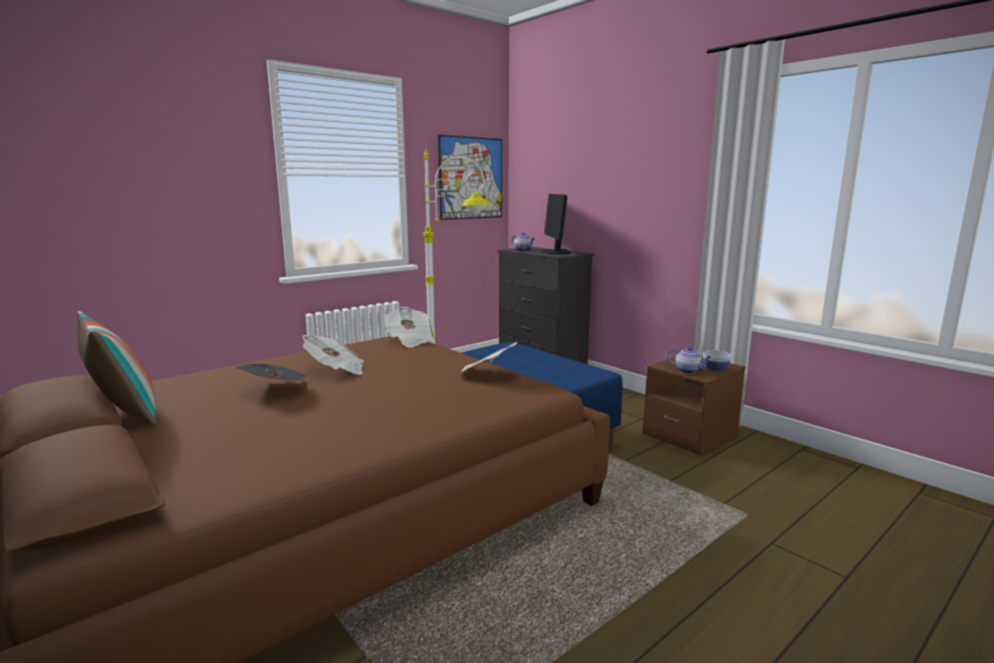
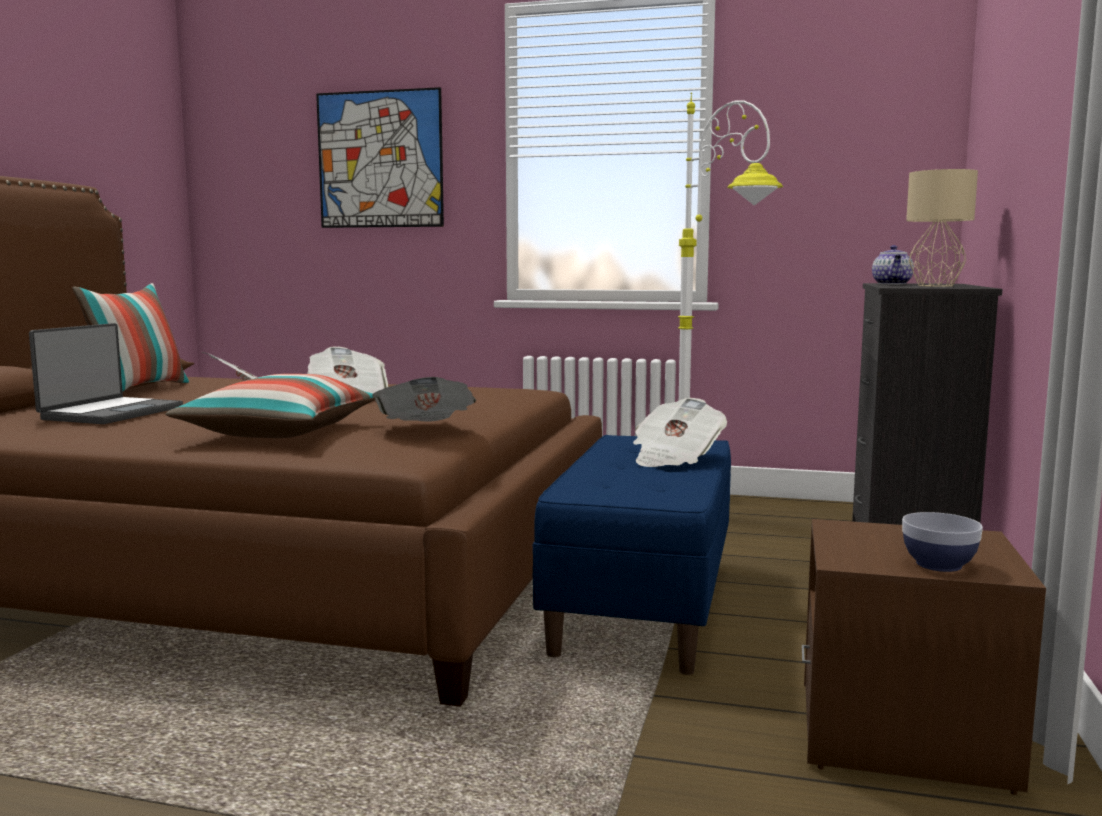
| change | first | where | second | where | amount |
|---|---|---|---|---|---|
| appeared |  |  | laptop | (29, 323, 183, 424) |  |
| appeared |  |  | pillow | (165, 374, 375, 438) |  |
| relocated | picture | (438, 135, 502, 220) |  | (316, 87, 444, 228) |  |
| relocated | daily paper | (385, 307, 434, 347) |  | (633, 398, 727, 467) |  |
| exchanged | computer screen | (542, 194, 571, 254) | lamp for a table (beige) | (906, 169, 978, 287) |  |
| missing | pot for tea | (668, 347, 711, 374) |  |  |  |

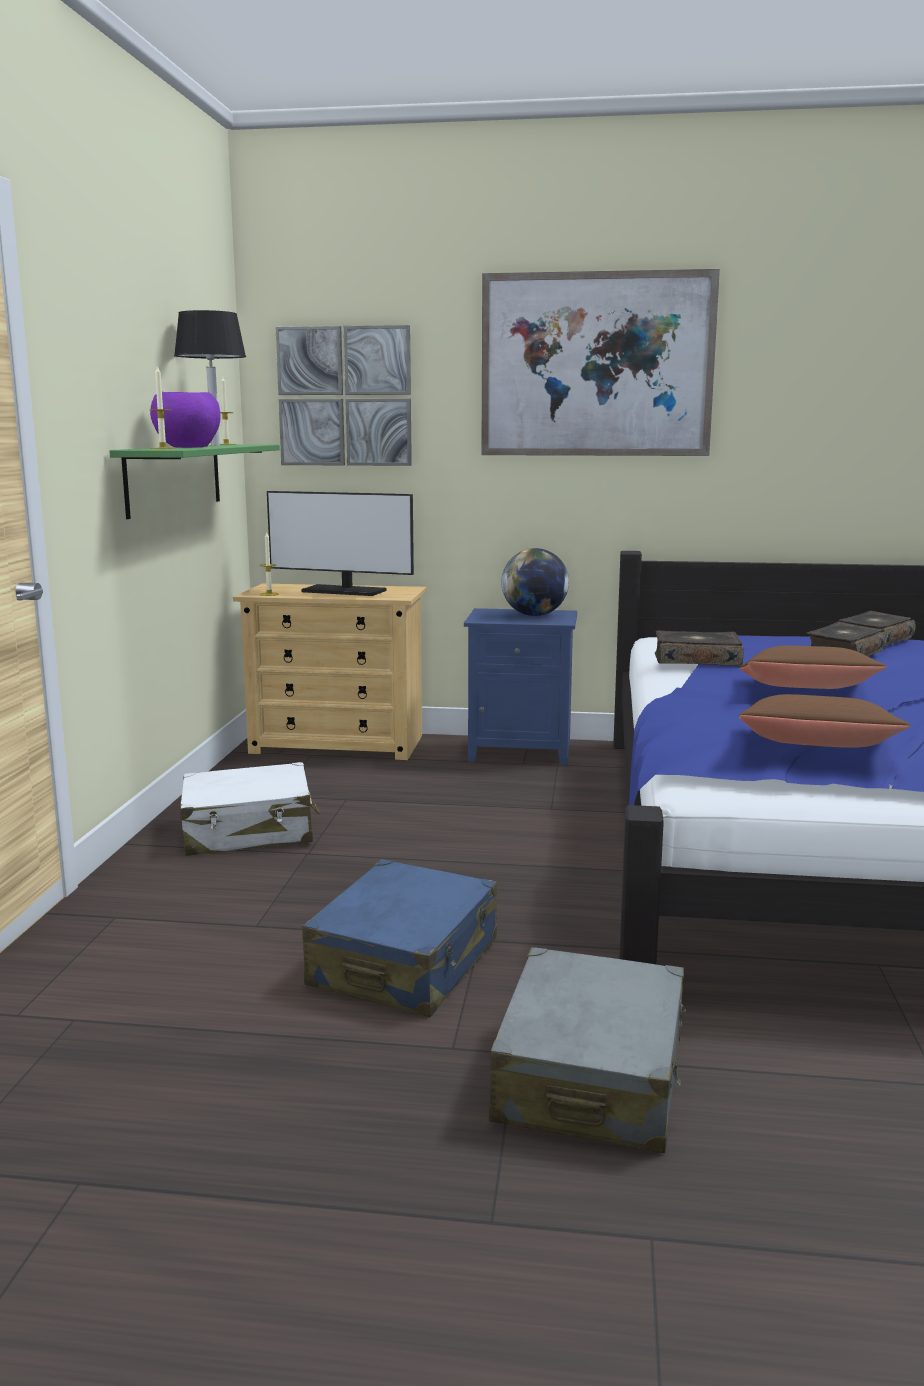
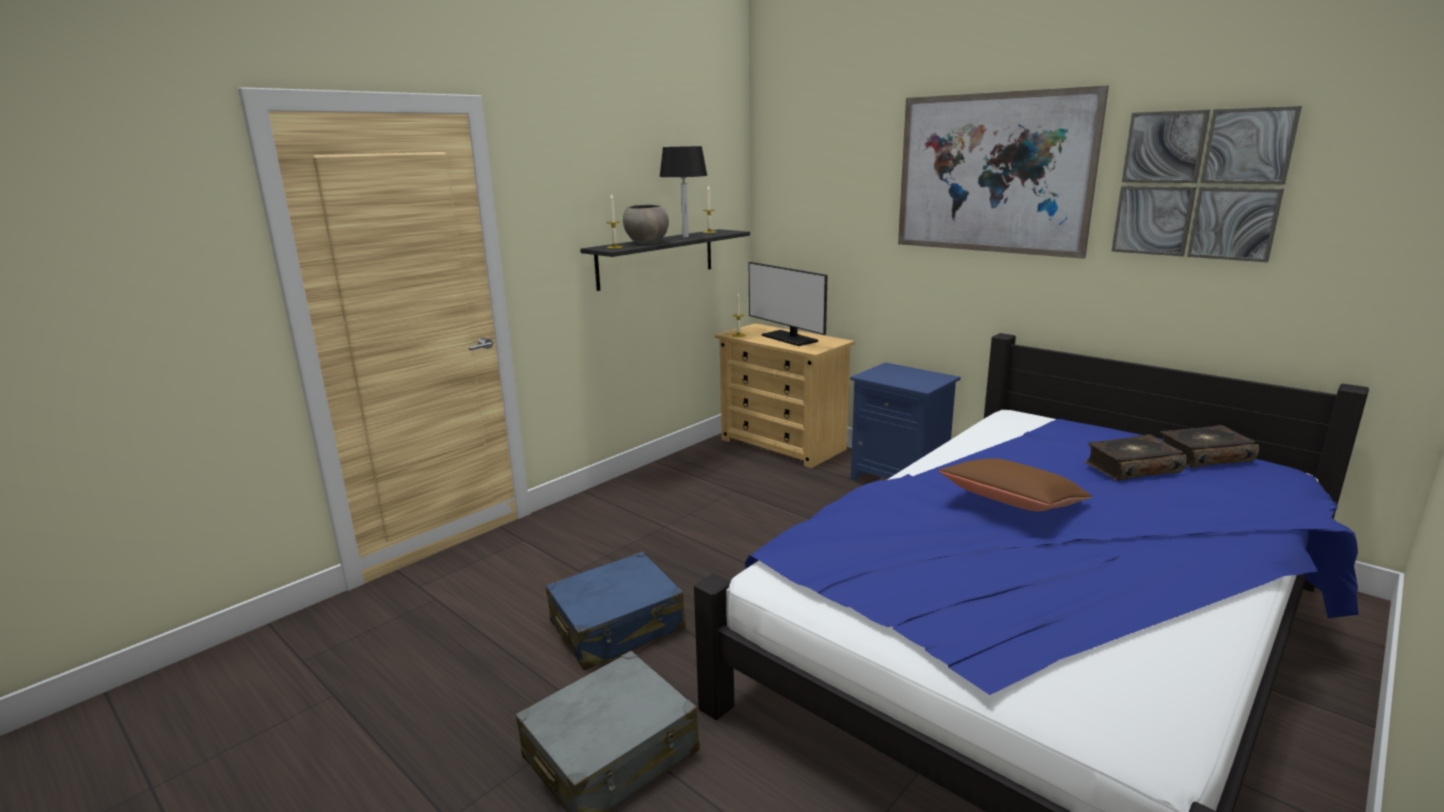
| change | first | where | second | where | amount |
|---|---|---|---|---|---|
| colour | bracket shelf (green) | (109, 444, 280, 519) | bracket shelf (black) | (580, 229, 750, 291) |  |
| colour | bowl (purplish) | (150, 392, 221, 448) | bowl (greyish) | (623, 205, 669, 244) |  |
| relocated | picture | (276, 325, 412, 466) |  | (1111, 106, 1302, 262) |  |
| missing | travel case (white-coloured) | (180, 762, 320, 856) |  |  |  |
| missing | world globe | (501, 548, 569, 616) |  |  |  |
| missing | bound book | (654, 630, 744, 666) |  |  |  |
| missing | pillow (brown) | (739, 694, 910, 748) |  |  |  |

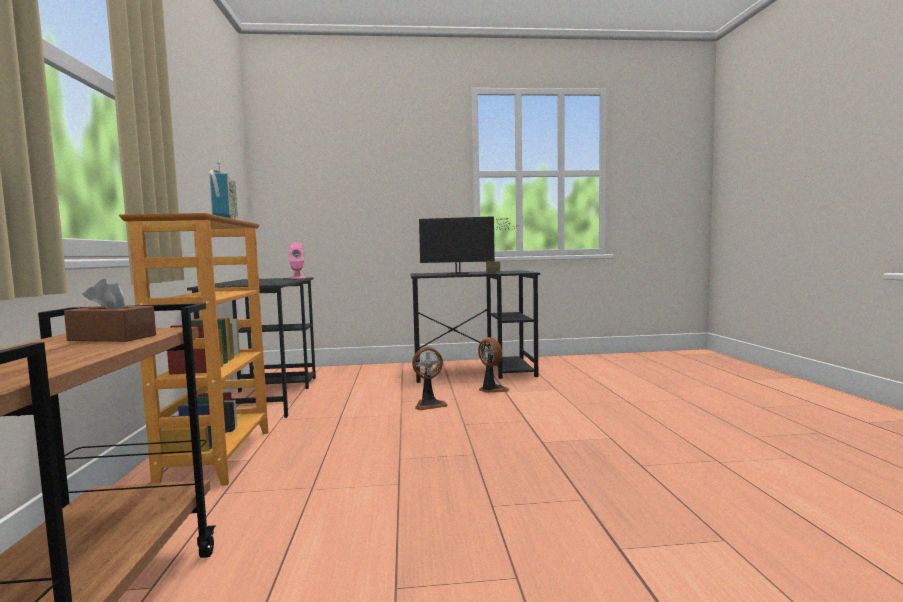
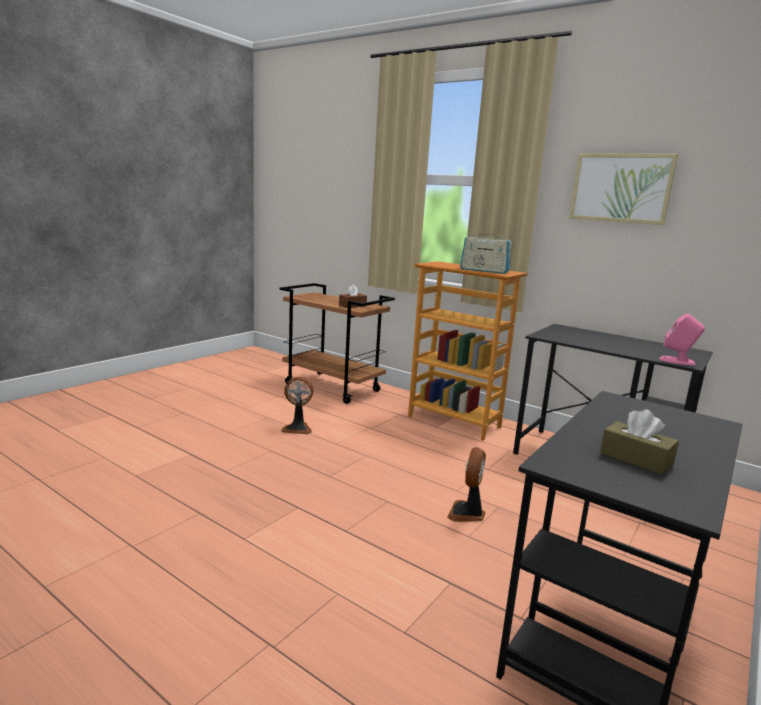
| change | first | where | second | where | amount |
|---|---|---|---|---|---|
| relocated | electric fan | (478, 337, 510, 393) |  | (281, 377, 313, 434) |  |
| appeared |  |  | picture | (569, 153, 678, 225) |  |
| missing | computer screen | (419, 216, 518, 275) |  |  |  |

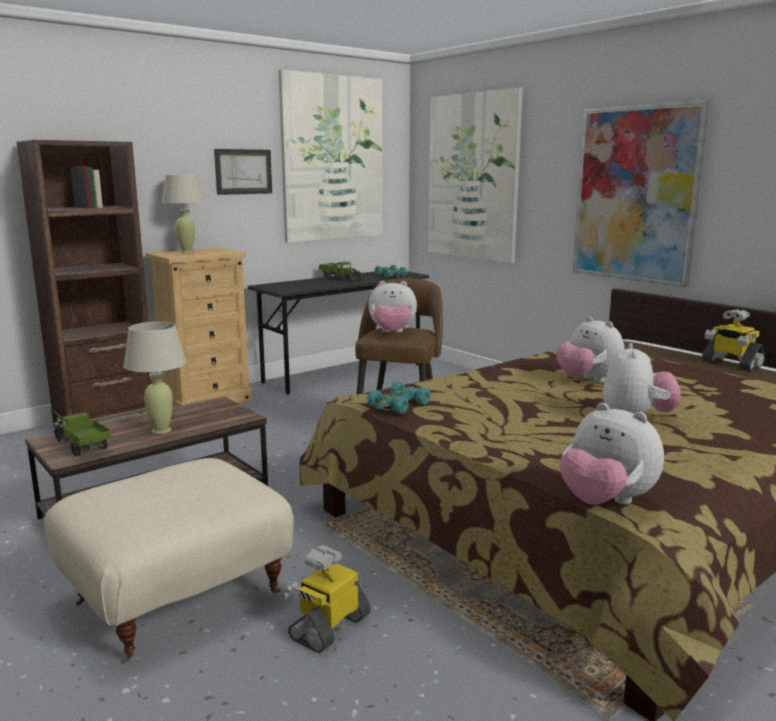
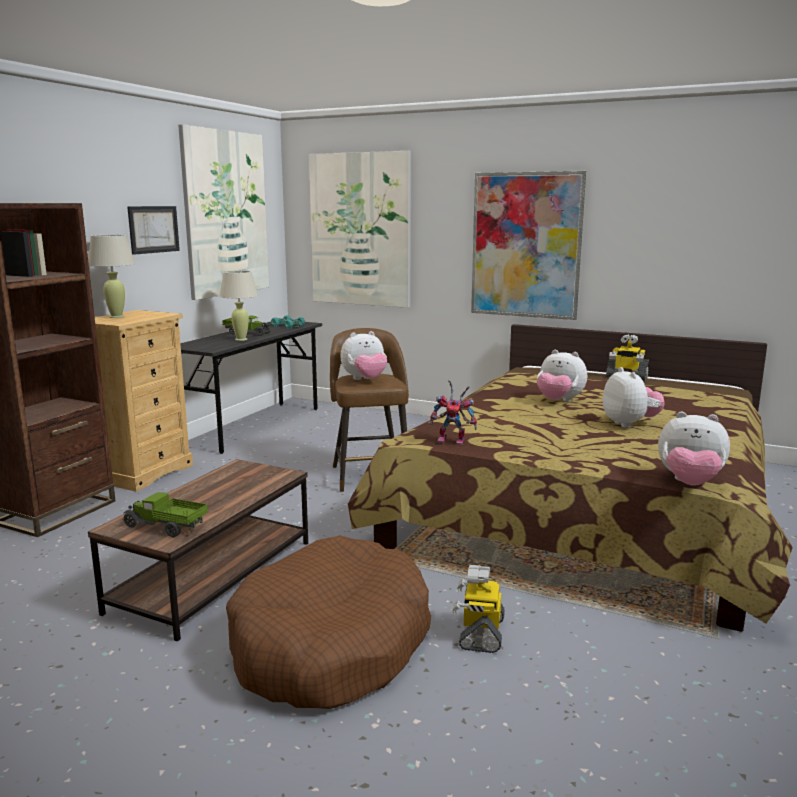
| change | first | where | second | where | amount |
|---|---|---|---|---|---|
| relocated | lamp for a table (beige) | (123, 322, 187, 434) |  | (219, 270, 258, 341) |  |
| exchanged | ottoman (beige) | (44, 458, 294, 663) | pet bed (brown) | (226, 536, 431, 709) |  |
| exchanged | model car (blue-green) | (367, 381, 431, 414) | model robot | (430, 380, 477, 445) |  |

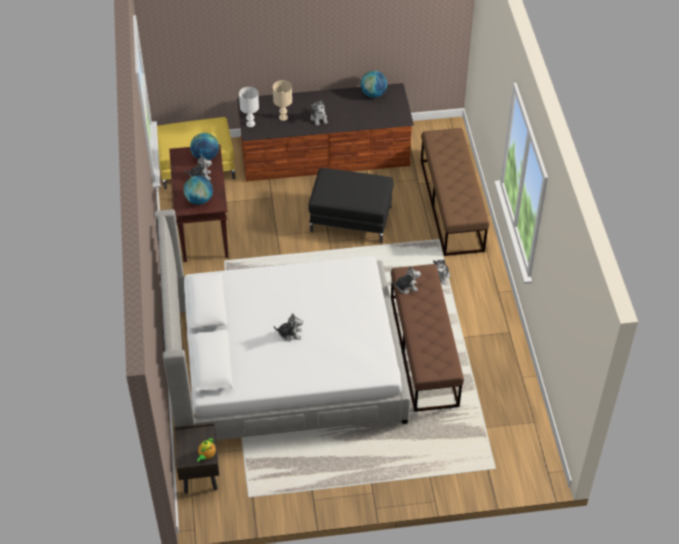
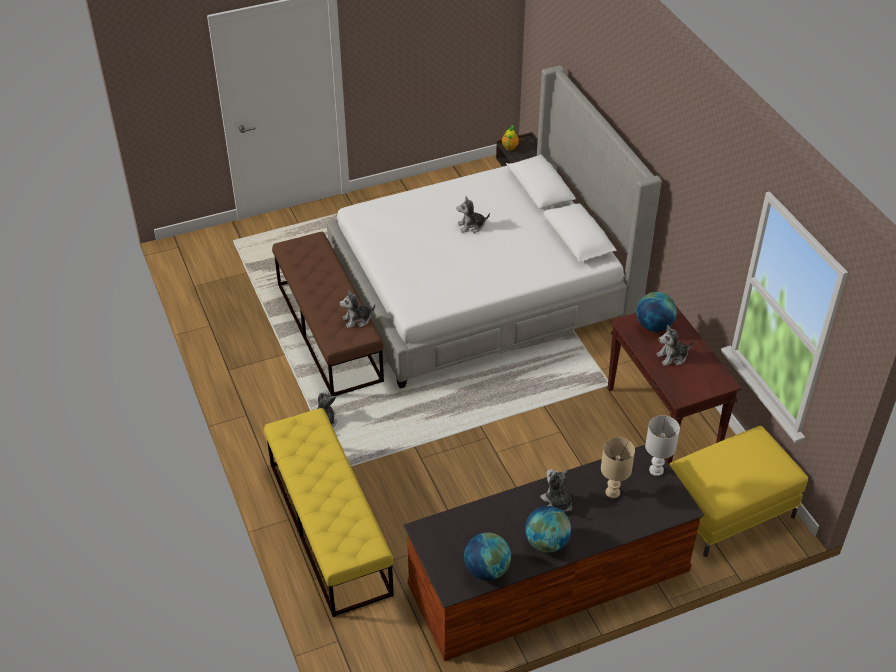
| change | first | where | second | where | amount |
|---|---|---|---|---|---|
| colour | indoor bench (brown) | (421, 128, 489, 256) | indoor bench (yellowish) | (264, 408, 394, 617) |  |
| relocated | world globe | (190, 133, 219, 160) |  | (525, 506, 571, 553) |  |
| missing | ottoman (black) | (308, 168, 394, 243) |  |  |  |

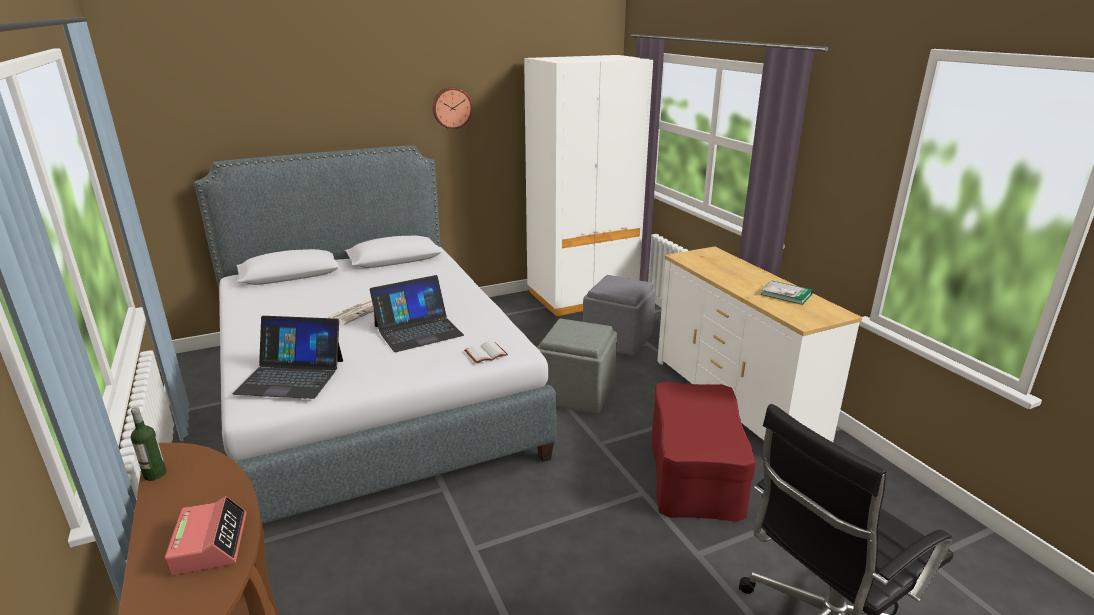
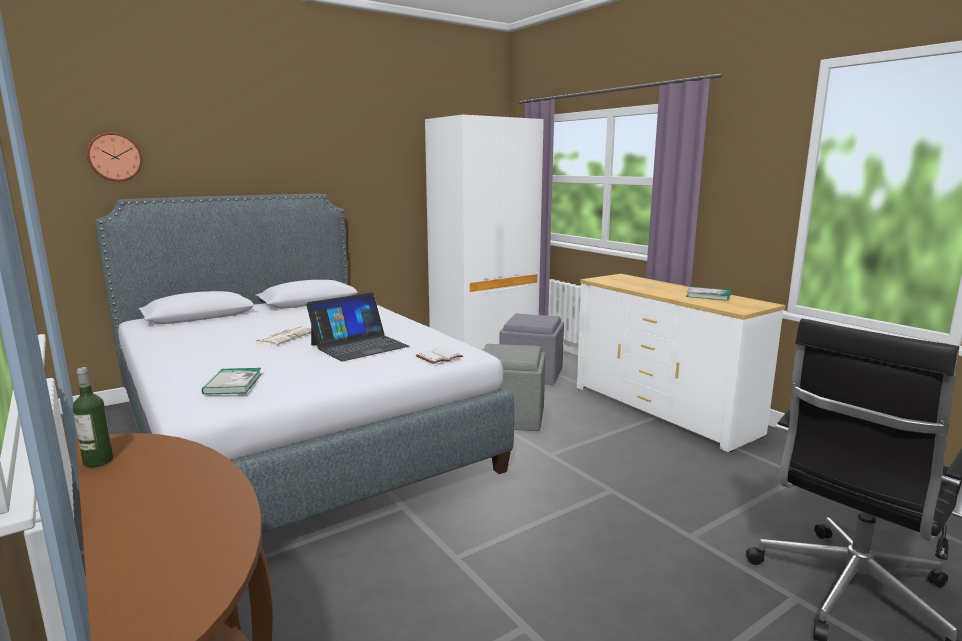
| change | first | where | second | where | amount |
|---|---|---|---|---|---|
| relocated | wall clock | (433, 87, 472, 129) |  | (87, 132, 143, 182) |  |
| exchanged | laptop | (233, 316, 343, 399) | bound book | (202, 368, 262, 395) |  |
| missing | bedside clock | (164, 496, 246, 576) |  |  |  |
| missing | ottoman (red-coloured) | (652, 382, 755, 522) |  |  |  |

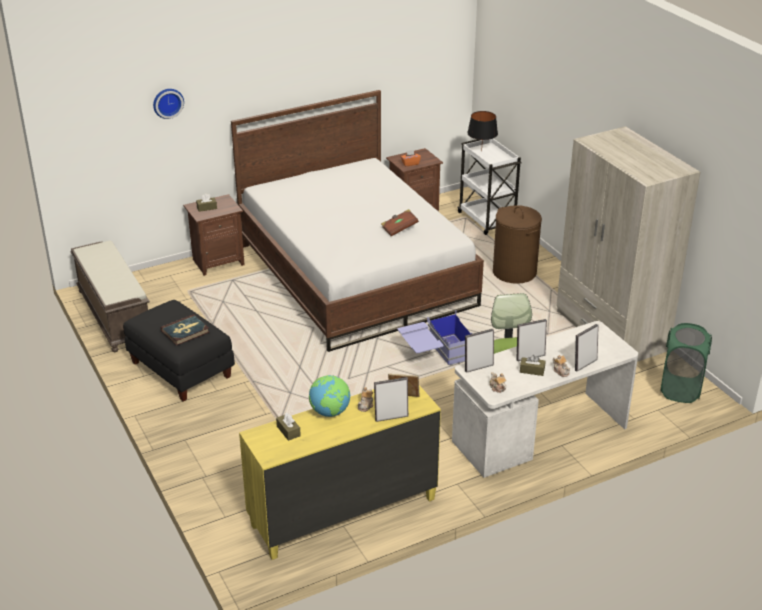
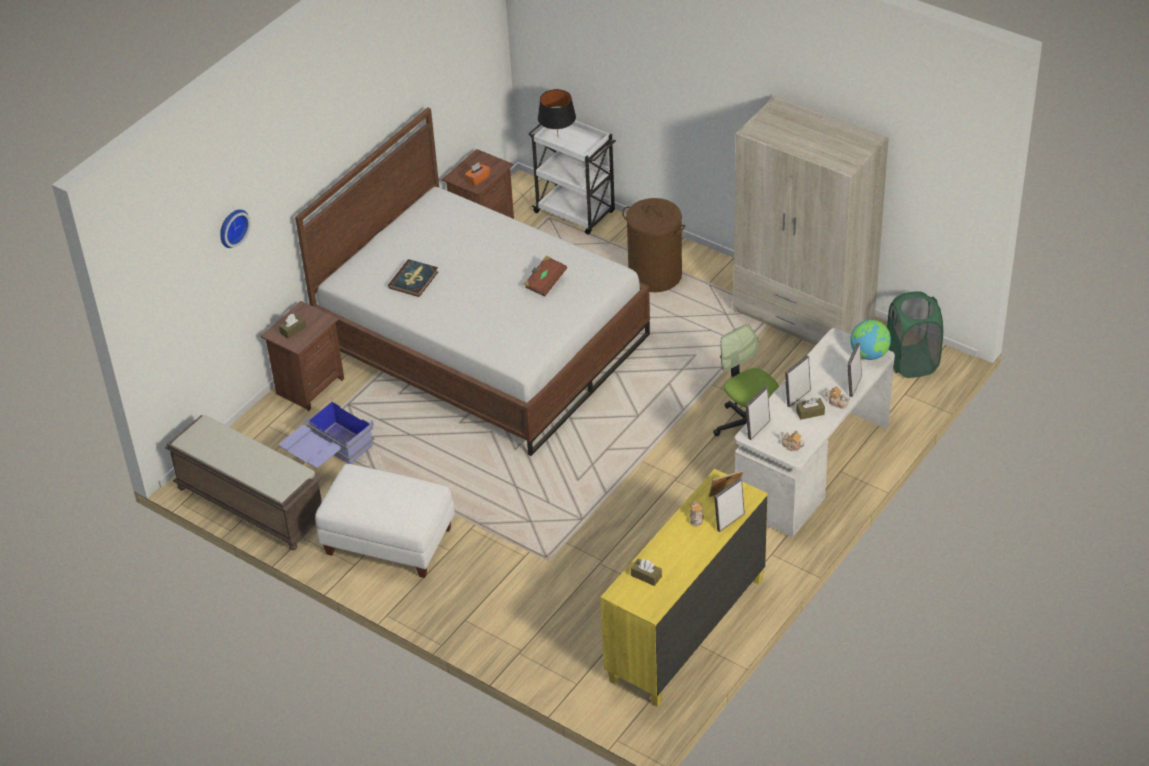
| change | first | where | second | where | amount |
|---|---|---|---|---|---|
| relocated | storage bin (blue) | (397, 311, 472, 365) |  | (279, 396, 375, 468) |  |
| colour | ottoman (black) | (123, 300, 235, 402) | ottoman (white-coloured) | (315, 464, 455, 578) |  |
| relocated | bound book | (161, 314, 209, 346) |  | (388, 259, 438, 297) |  |
| relocated | world globe | (309, 375, 350, 417) |  | (850, 320, 891, 360) |  |

